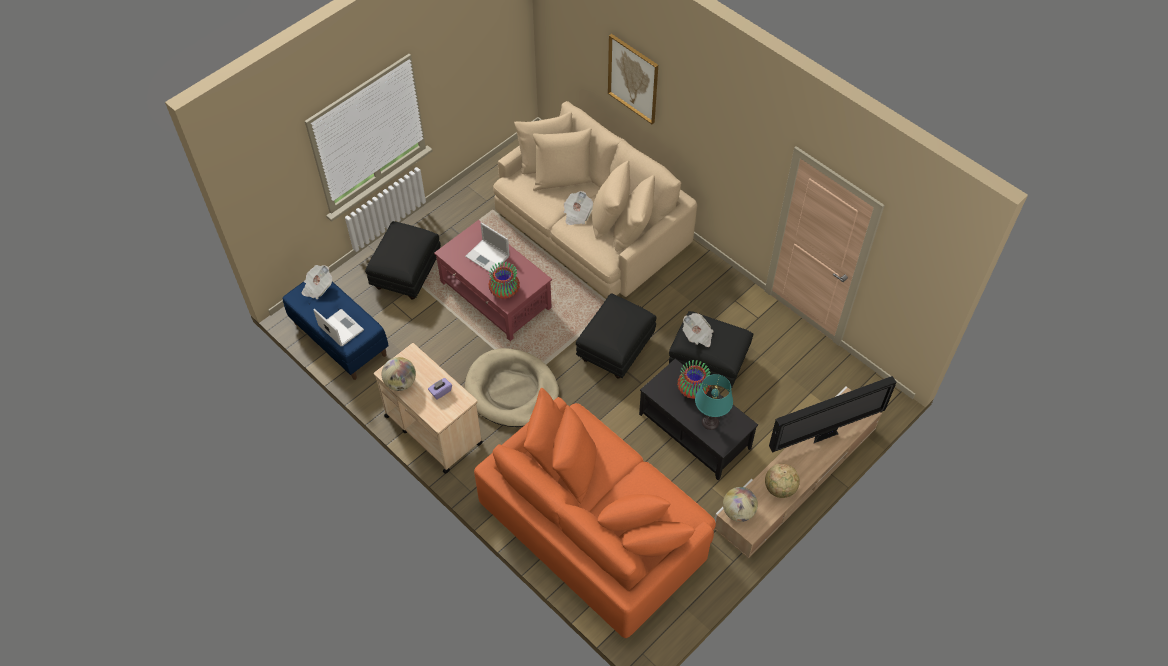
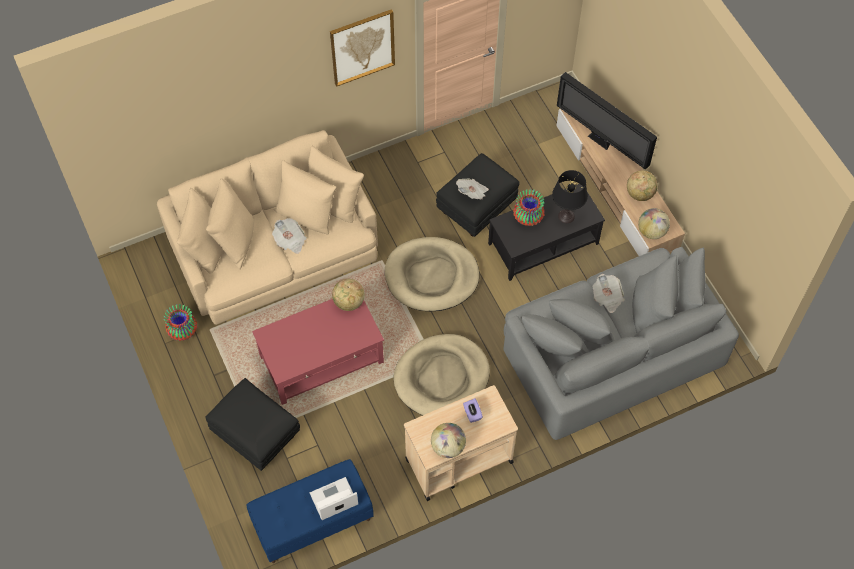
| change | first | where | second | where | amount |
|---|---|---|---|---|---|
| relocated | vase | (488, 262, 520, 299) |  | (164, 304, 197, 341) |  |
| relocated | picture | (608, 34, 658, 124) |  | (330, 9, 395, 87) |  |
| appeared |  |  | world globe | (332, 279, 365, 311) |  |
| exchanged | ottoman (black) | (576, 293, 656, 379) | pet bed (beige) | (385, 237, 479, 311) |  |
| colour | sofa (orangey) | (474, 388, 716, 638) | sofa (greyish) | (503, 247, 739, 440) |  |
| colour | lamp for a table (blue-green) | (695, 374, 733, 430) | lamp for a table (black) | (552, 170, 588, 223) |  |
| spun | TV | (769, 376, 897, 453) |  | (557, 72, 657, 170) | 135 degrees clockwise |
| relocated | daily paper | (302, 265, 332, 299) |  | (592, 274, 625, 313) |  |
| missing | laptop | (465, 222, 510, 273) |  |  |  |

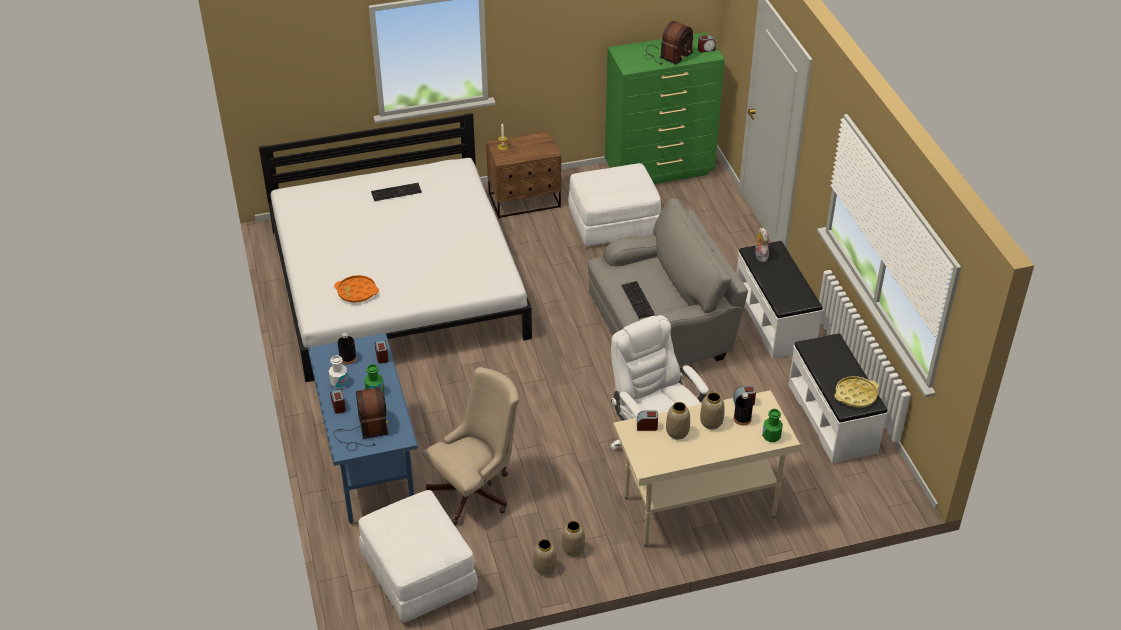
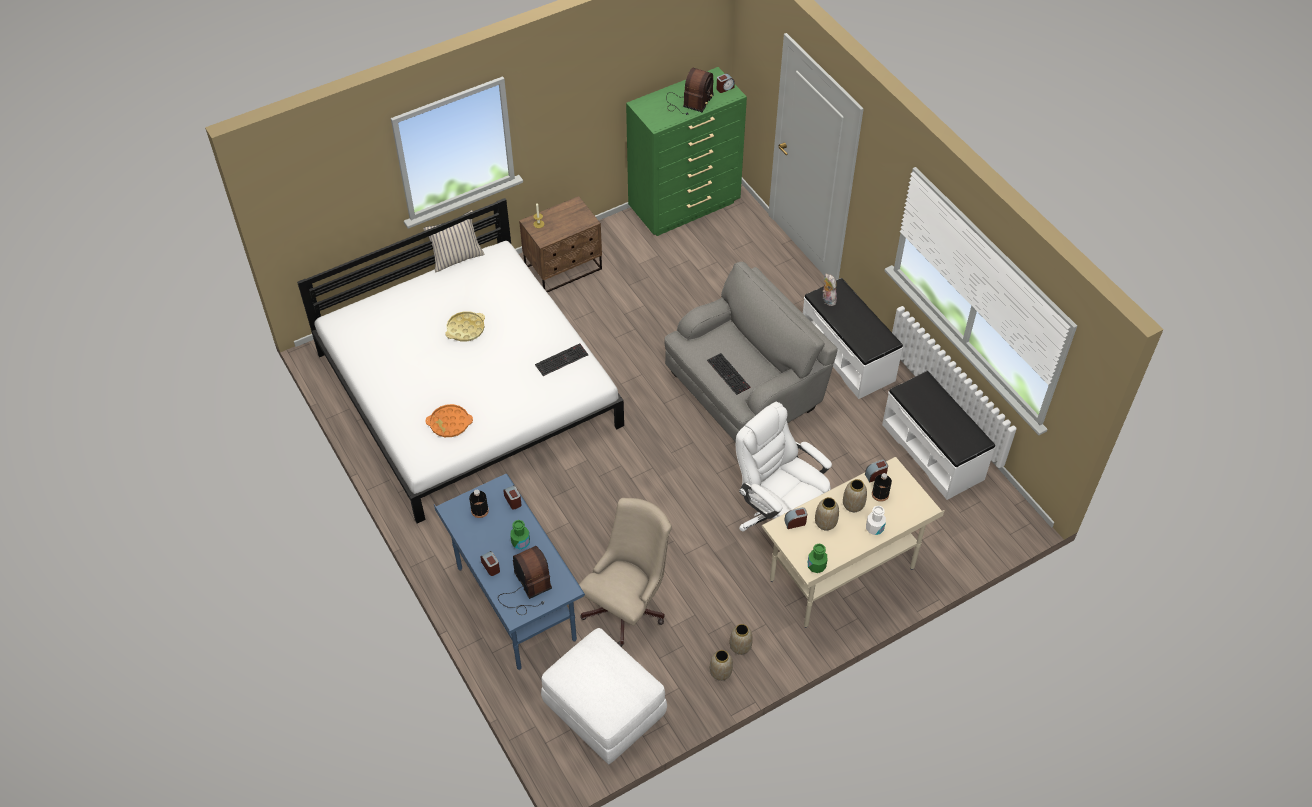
| change | first | where | second | where | amount |
|---|---|---|---|---|---|
| appeared |  |  | pillow (beige) | (423, 210, 485, 272) |  |
| relocated | carrying tray (yellowish) | (834, 376, 879, 408) |  | (445, 311, 485, 341) |  |
| relocated | keyboard | (371, 183, 422, 201) |  | (535, 344, 588, 376) |  |
| relocated | drink bottle (green) | (762, 409, 783, 442) |  | (808, 544, 828, 573) |  |
| relocated | drink bottle (white-coloured) | (329, 355, 349, 388) |  | (866, 506, 886, 535) |  |
| missing | ottoman (white-coloured) | (568, 163, 661, 246) |  |  |  |

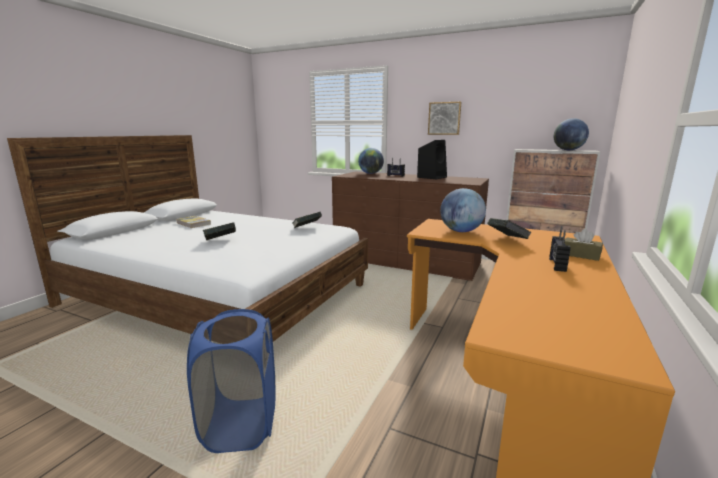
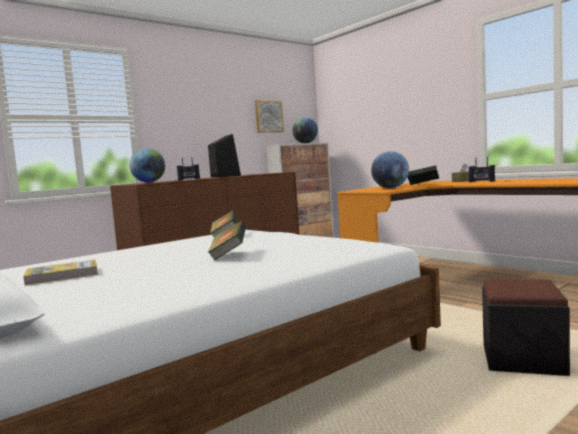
| change | first | where | second | where | amount |
|---|---|---|---|---|---|
| relocated | picture | (428, 102, 461, 135) |  | (255, 100, 284, 132) |  |
| exchanged | hamper (blue) | (187, 309, 275, 453) | ottoman (black) | (482, 279, 570, 376) |  |

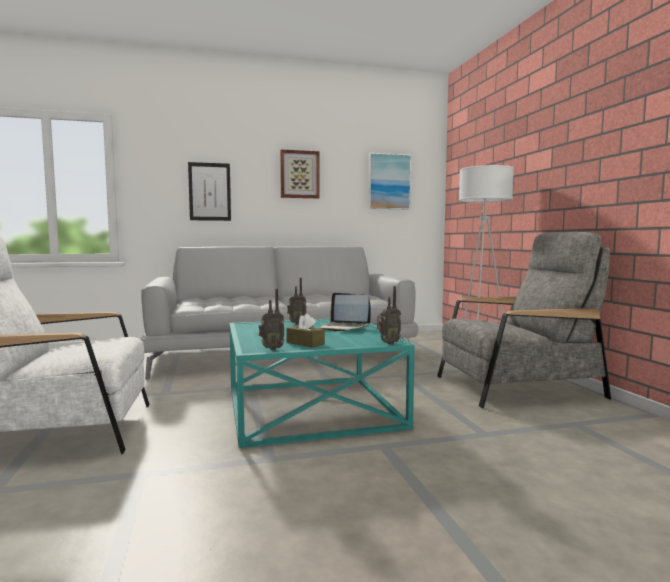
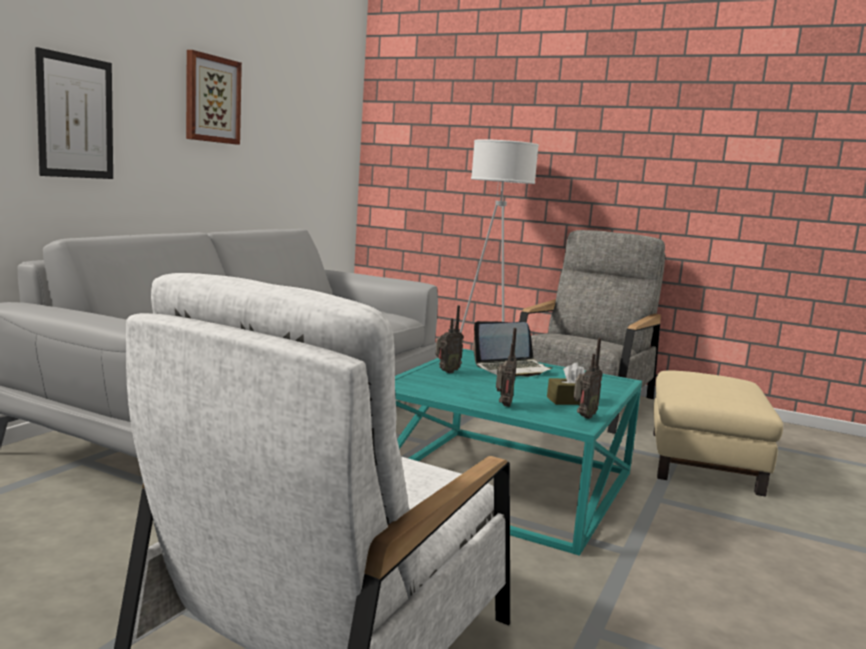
| change | first | where | second | where | amount |
|---|---|---|---|---|---|
| relocated | radio receiver | (377, 286, 401, 345) |  | (496, 328, 517, 407) |  |
| appeared |  |  | ottoman (beige) | (653, 370, 783, 497) |  |
| missing | picture | (369, 153, 411, 209) |  |  |  |

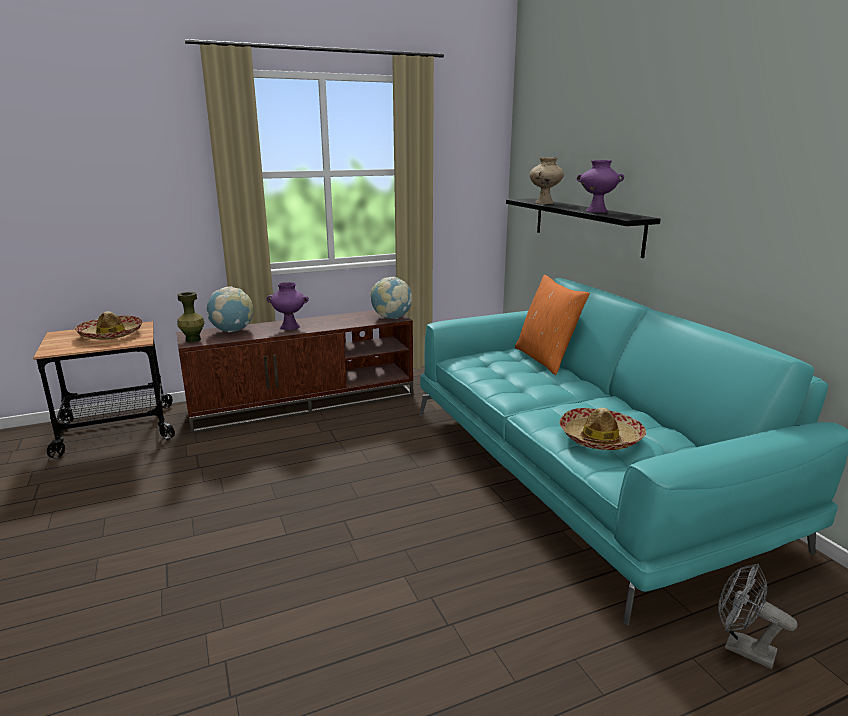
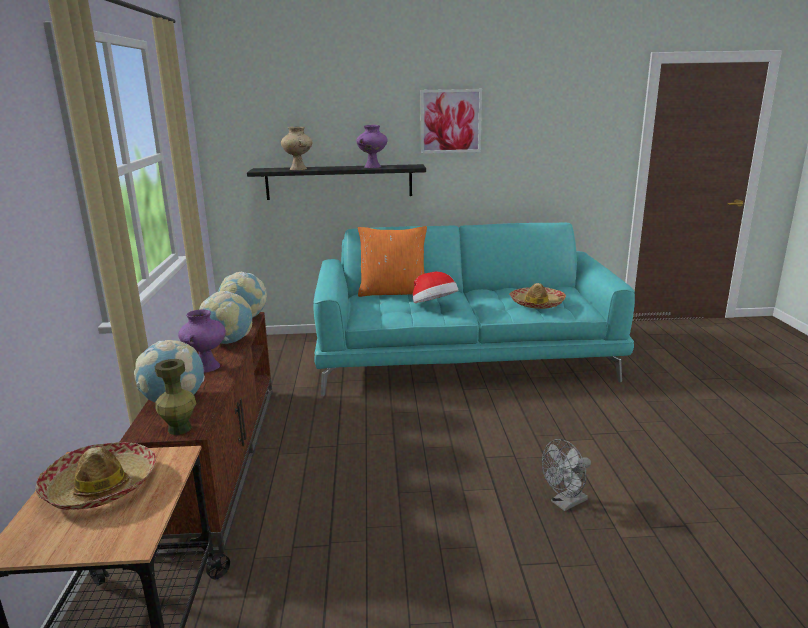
| change | first | where | second | where | amount |
|---|---|---|---|---|---|
| appeared |  |  | world globe | (199, 291, 252, 344) |  |
| appeared |  |  | clothing hat | (413, 272, 458, 303) |  |
| appeared |  |  | picture | (420, 89, 482, 153) |  |
| relocated | electric fan (greyish) | (718, 564, 797, 669) |  | (542, 439, 591, 511) |  |

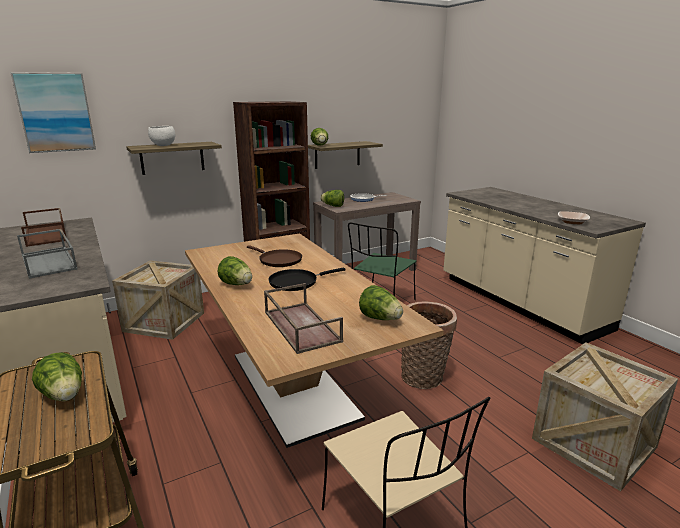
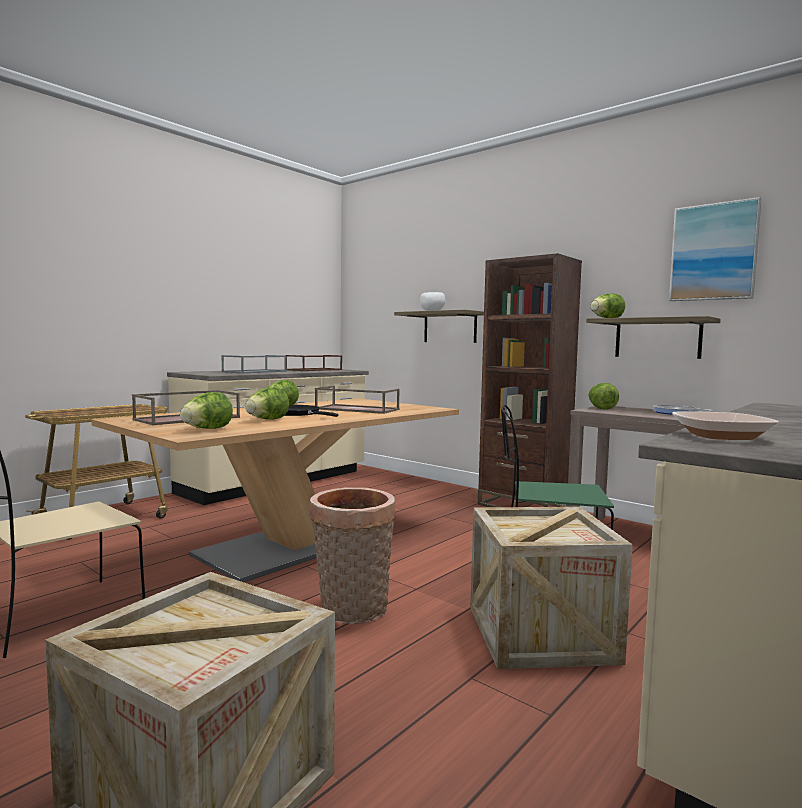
| change | first | where | second | where | amount |
|---|---|---|---|---|---|
| relocated | lettuce | (32, 352, 82, 402) |  | (245, 387, 289, 419) |  |
| exchanged | pan (brown) | (247, 245, 302, 267) | carrying tray (brown) | (315, 386, 399, 414) |  |
| relocated | packing crate | (112, 260, 204, 340) |  | (470, 507, 633, 669) |  |
| relocated | picture | (10, 72, 96, 153) |  | (669, 197, 762, 301) |  |

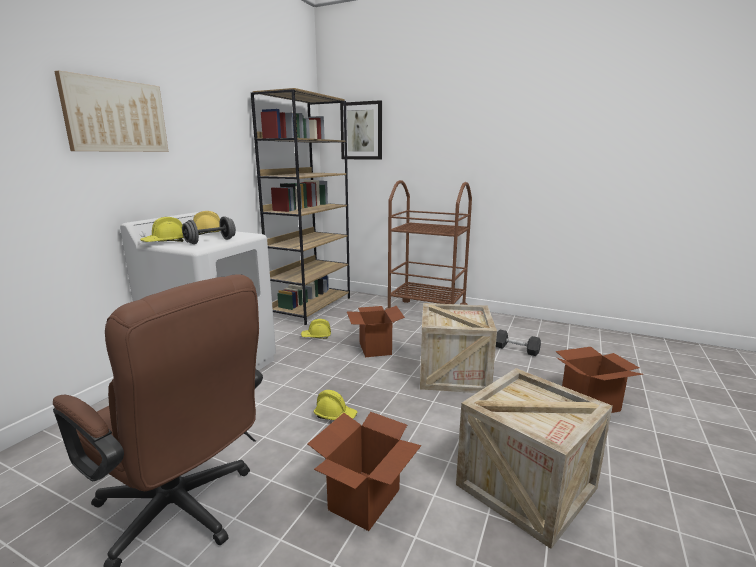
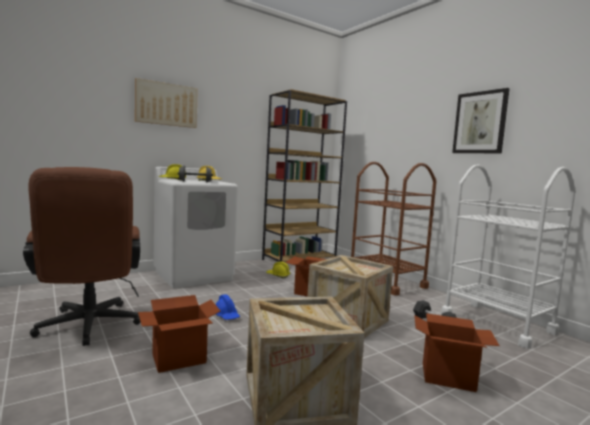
| change | first | where | second | where | amount |
|---|---|---|---|---|---|
| colour | hard hat (yellowish) | (314, 390, 358, 420) | hard hat (blue) | (215, 294, 240, 320) |  |
| appeared |  |  | trolley (white-coloured) | (441, 164, 576, 349) |  |
| relocated | picture | (340, 100, 382, 160) |  | (452, 88, 510, 153) |  |

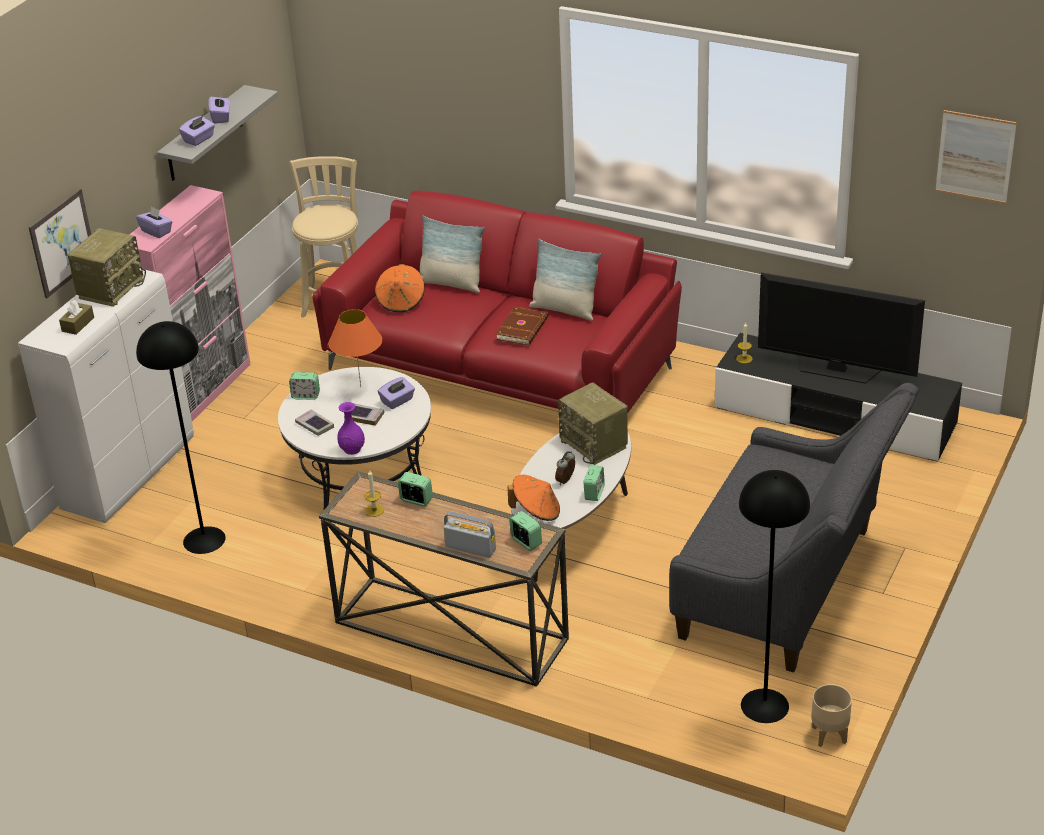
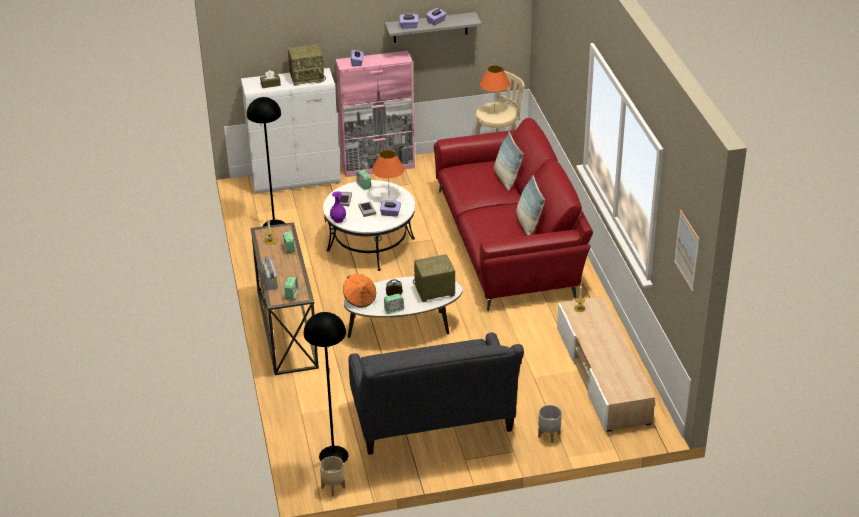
| change | first | where | second | where | amount |
|---|---|---|---|---|---|
| spun | radio receiver | (558, 382, 628, 465) |  | (413, 254, 455, 302) | 60 degrees clockwise |
| appeared |  |  | lamp for a table (orangey) | (480, 65, 510, 112) |  |
| appeared |  |  | planter (greyish) | (538, 405, 562, 443) |  |
| colour | tv stand (black) | (715, 333, 962, 461) | tv stand (beige) | (557, 296, 655, 432) |  |
| missing | picture | (28, 189, 91, 298) |  |  |  |
| missing | clothing hat (orangey) | (375, 264, 425, 312) |  |  |  |
| missing | bound book (brown) | (496, 307, 548, 345) |  |  |  |
| missing | TV | (758, 272, 925, 384) |  |  |  |

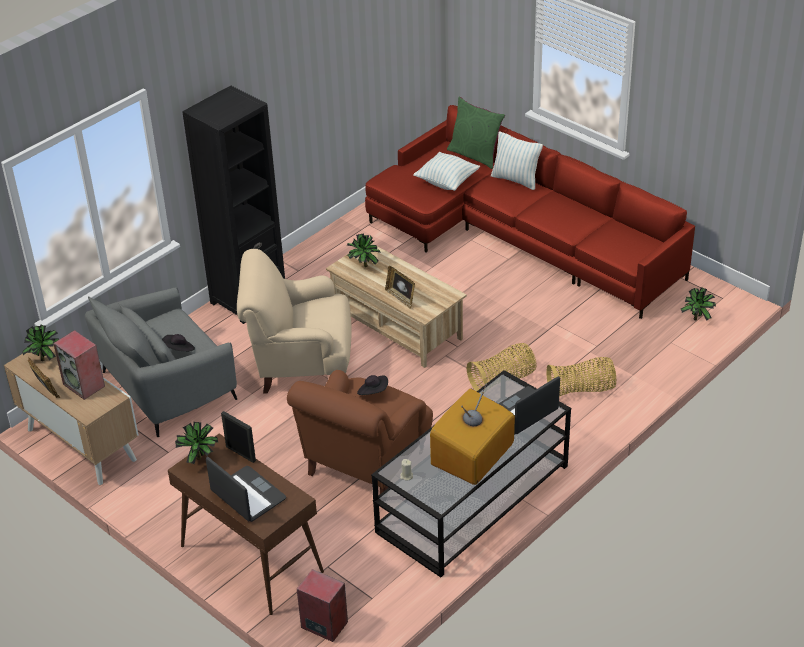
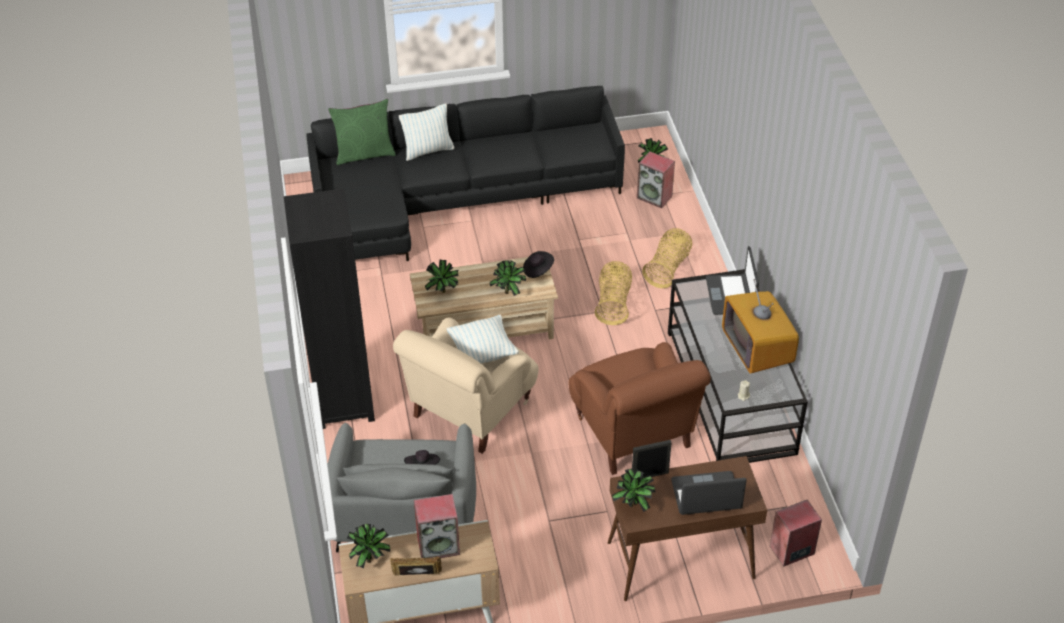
| change | first | where | second | where | amount |
|---|---|---|---|---|---|
| colour | sofa (red-coloured) | (365, 105, 695, 319) | sofa (black) | (307, 86, 625, 261) |  |
| relocated | pillow | (413, 152, 480, 191) |  | (446, 314, 519, 363) |  |
| exchanged | photo frame | (385, 266, 415, 308) | houseplant | (490, 260, 526, 296) |  |
| relocated | clothing hat (black) | (357, 375, 388, 395) |  | (523, 251, 554, 278) |  |
| appeared |  |  | speaker | (637, 151, 675, 208) |  |

